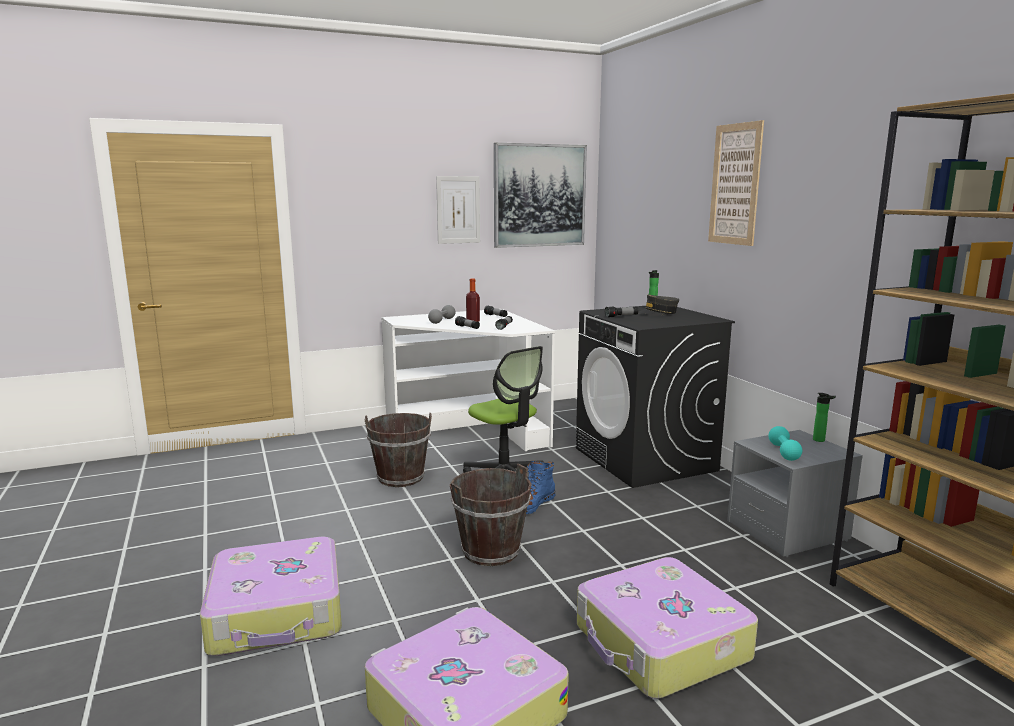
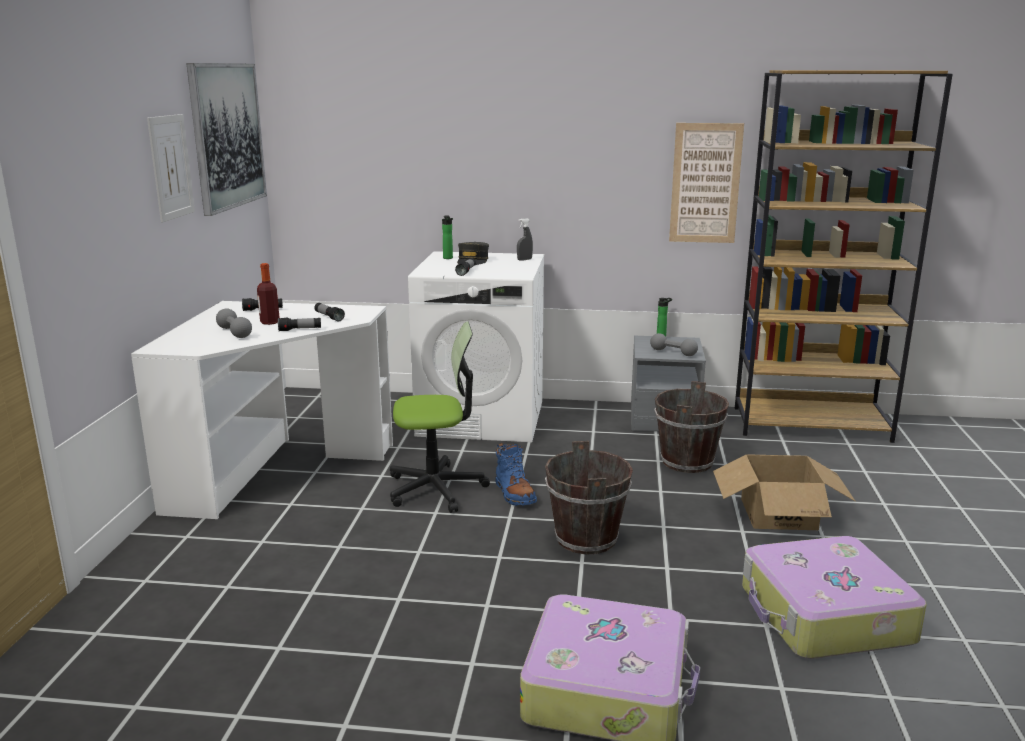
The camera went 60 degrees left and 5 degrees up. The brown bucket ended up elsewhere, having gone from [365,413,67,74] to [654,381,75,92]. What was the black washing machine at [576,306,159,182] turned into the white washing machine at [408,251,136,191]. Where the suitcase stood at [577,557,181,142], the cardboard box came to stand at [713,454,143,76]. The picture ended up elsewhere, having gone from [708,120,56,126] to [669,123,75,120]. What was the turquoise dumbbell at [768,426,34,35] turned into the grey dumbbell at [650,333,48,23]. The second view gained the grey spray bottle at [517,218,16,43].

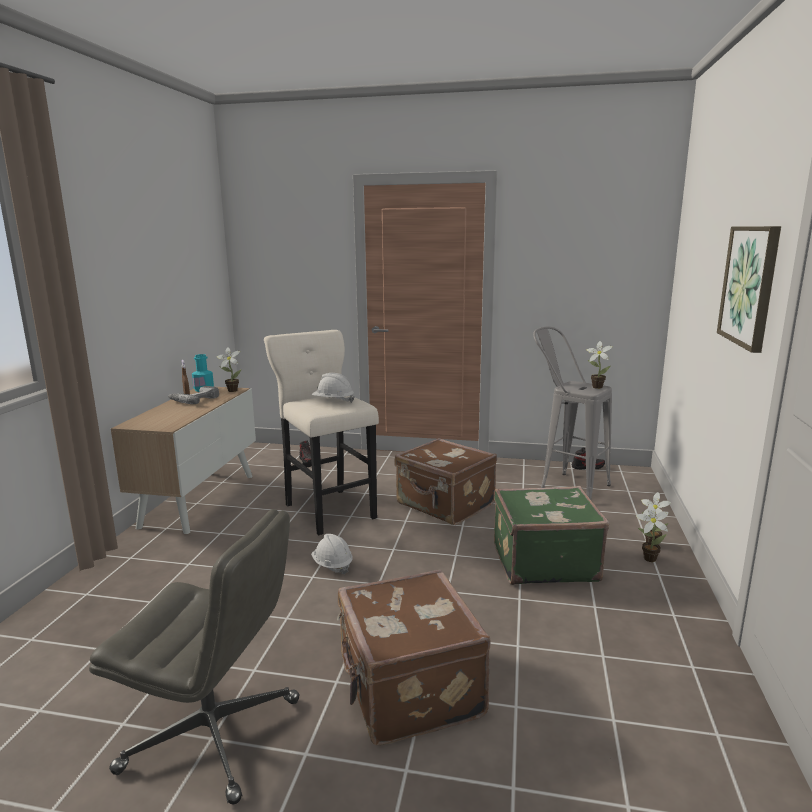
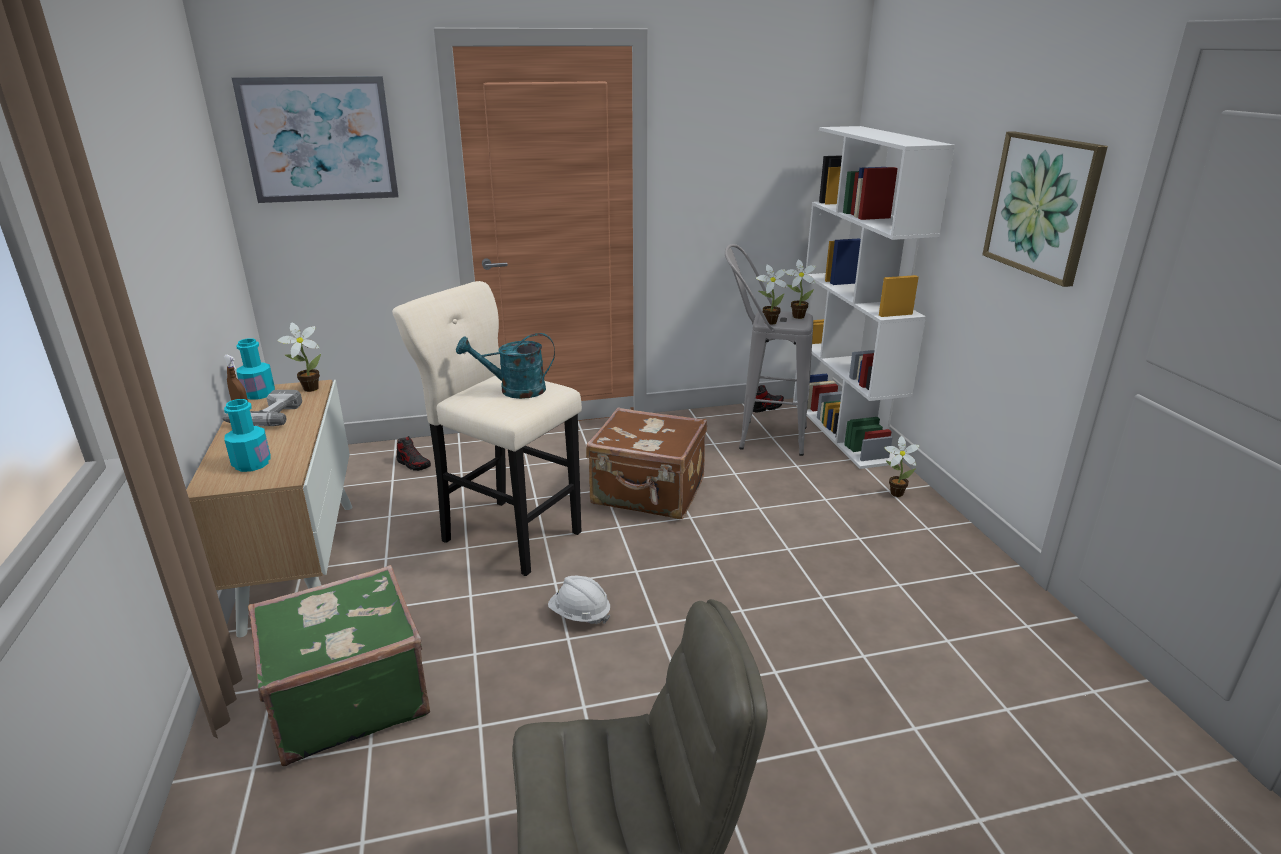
The camera went 25 degrees left and 10 degrees up. Where the white hard hat stood at [312,373,42,30], the turquoise watering can came to stand at [456,333,99,66]. The second view lost the brown suitcase at [337,570,154,176]. The green suitcase ended up elsewhere, having gone from [494,486,115,99] to [248,565,182,201]. The potted plant ended up elsewhere, having gone from [636,504,33,58] to [756,264,32,61]. The second view gained the turquoise bottle at [224,399,46,73]. The second view gained the picture at [232,76,167,127]. The second view gained the white bookcase at [793,126,162,343].

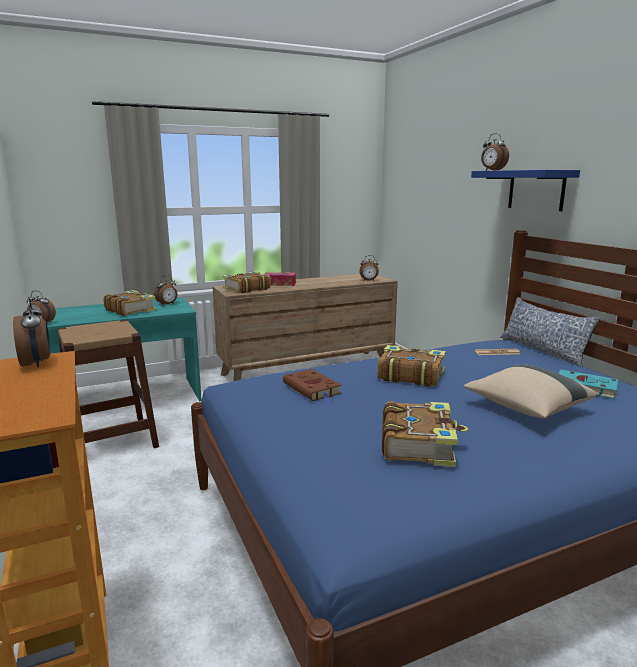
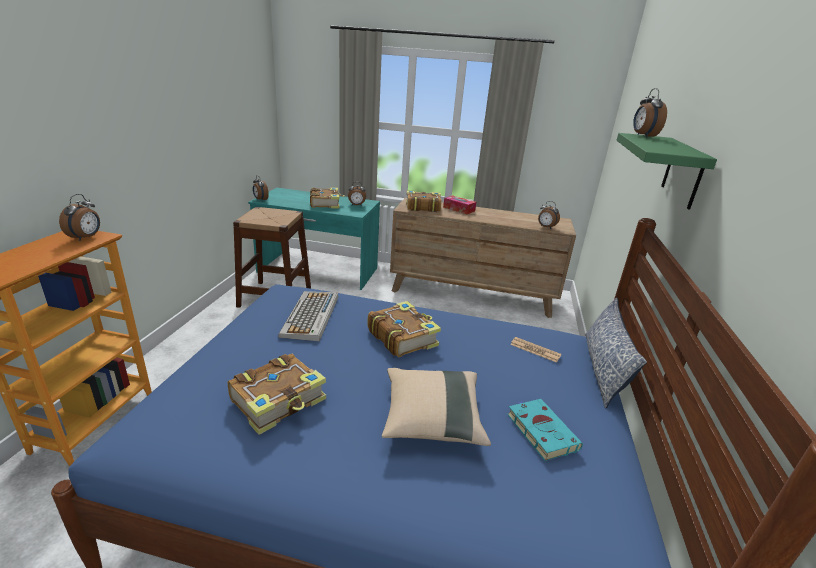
The camera went 35 degrees right and 10 degrees up. Where the brown book stood at [283,369,59,34], the keyboard came to stand at [278,291,60,50]. What was the blue shelf at [471,170,109,41] turned into the green shelf at [616,133,101,76].

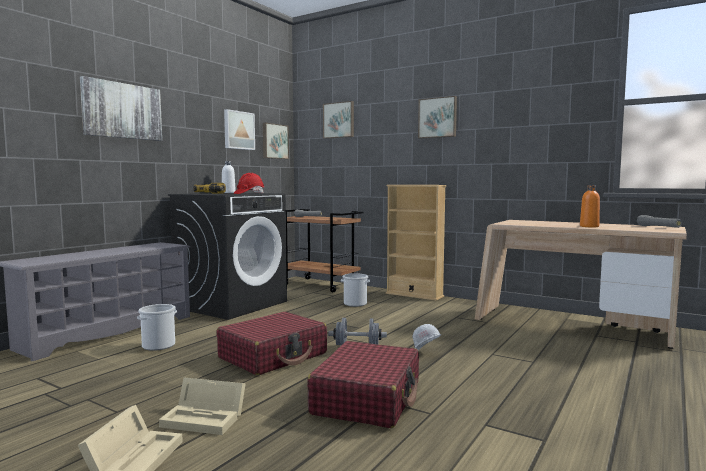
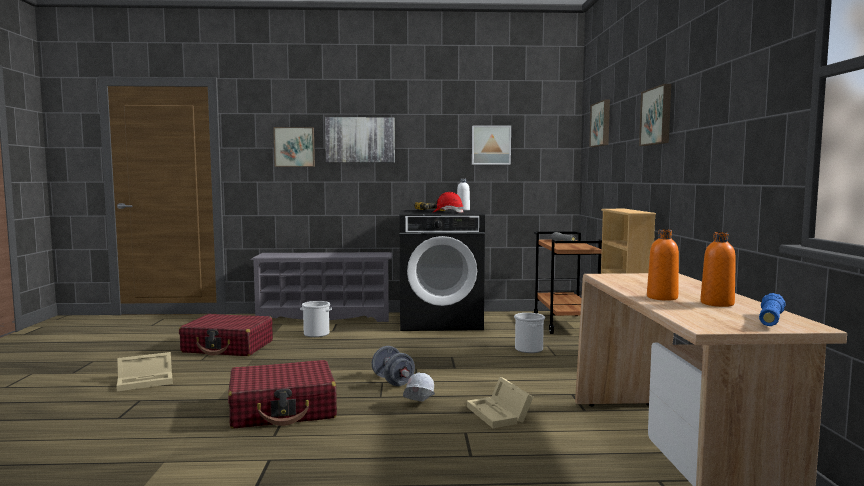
The camera went 55 degrees right and 0 degrees up. The beige storage box ended up elsewhere, having gone from [159,377,87,58] to [467,377,66,51]. The red suitcase ended up elsewhere, having gone from [216,312,111,63] to [179,314,94,42]. The picture ended up elsewhere, having gone from [263,123,26,36] to [273,127,42,40]. What was the grey flashlight at [637,215,45,13] turned into the blue flashlight at [759,293,27,33]. The second view gained the orange bottle at [700,232,36,75].

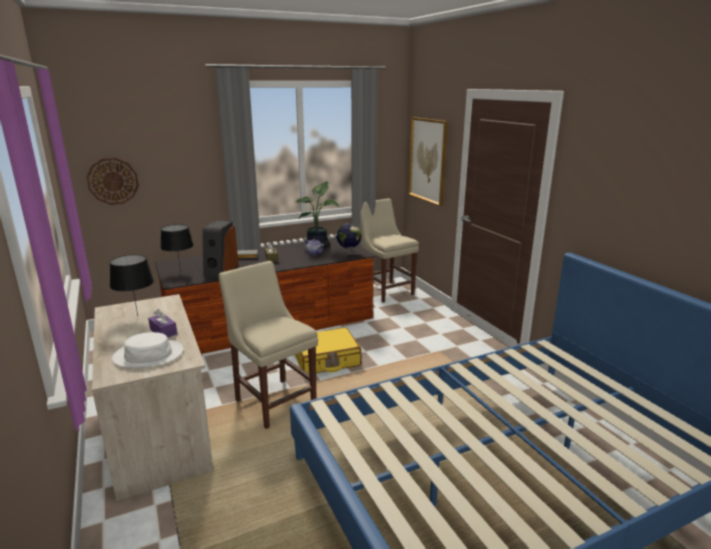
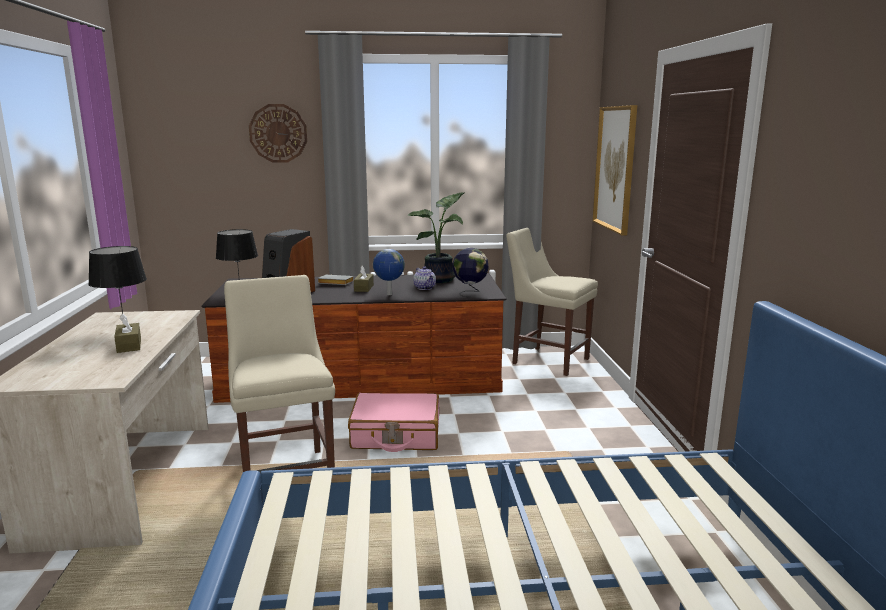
The camera went 20 degrees right and 5 degrees down. The wall clock ended up elsewhere, having gone from [86,158,53,47] to [249,104,58,59]. The second view lost the white hat at [112,332,71,36]. What was the purple tissue box at [148,309,29,29] turned into the brown tissue box at [114,314,27,39]. What was the yellow suitcase at [295,328,66,46] turned into the pink suitcase at [348,393,91,59]. The beige chair at [360,198,59,105] ended up facing another way, 45 degrees counterclockwise from before. The second view gained the globe at [373,249,32,46].

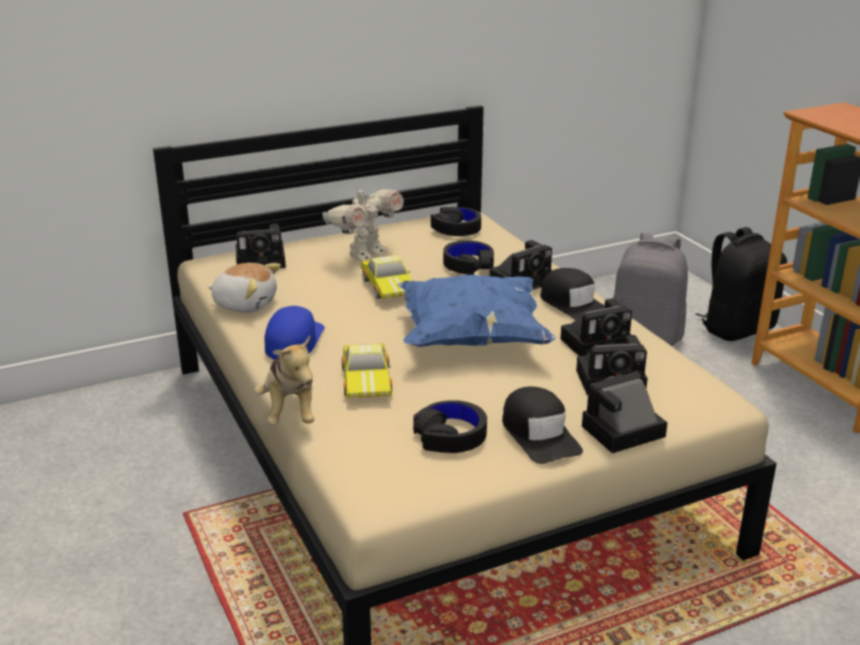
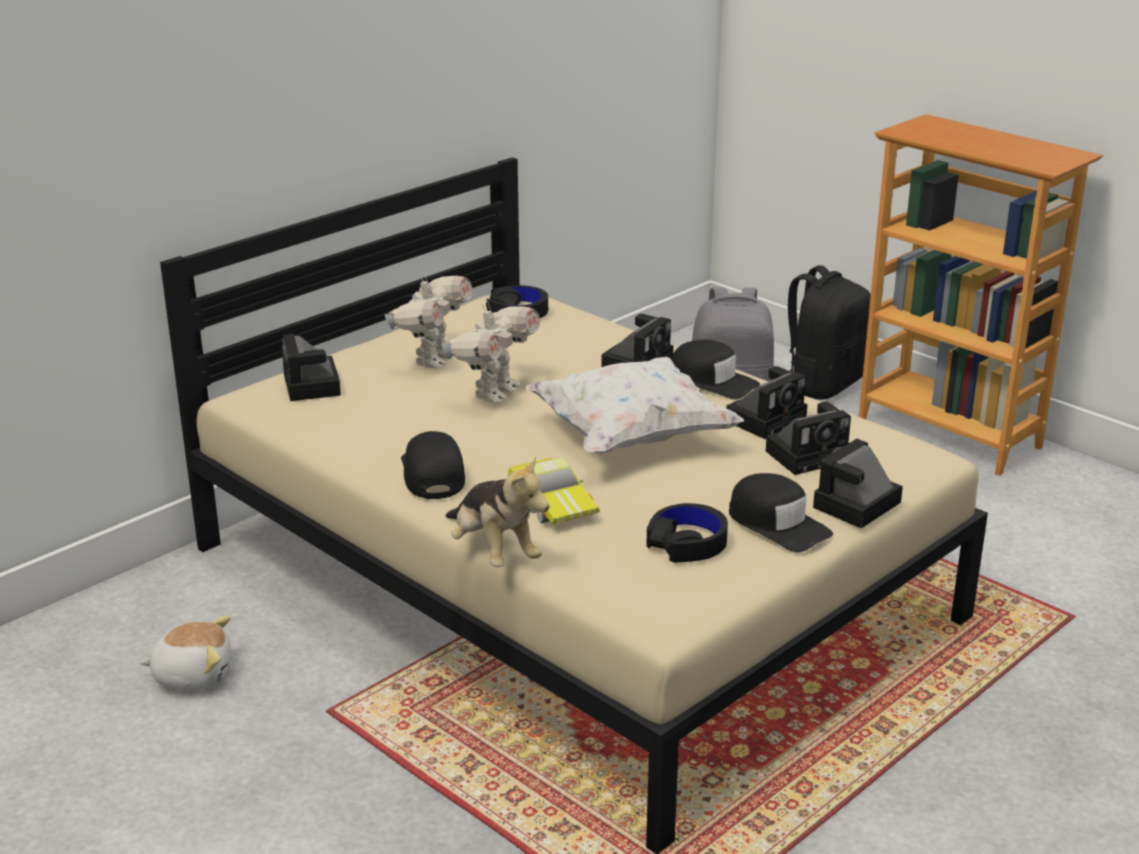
The camera went 20 degrees left and 0 degrees up. The plush toy ended up elsewhere, having gone from [208,263,73,50] to [140,615,91,75]. The photo camera at [236,224,50,44] ended up facing another way, 105 degrees clockwise from before. What was the blue cap at [265,306,60,54] turned into the black cap at [401,431,64,68]. Where the toy car stood at [361,255,52,44], the toy robot came to stand at [442,303,98,100]. What was the blue pillow at [397,275,158,72] turned into the white pillow at [526,357,218,97]. The second view lost the black headphones at [443,240,51,35].

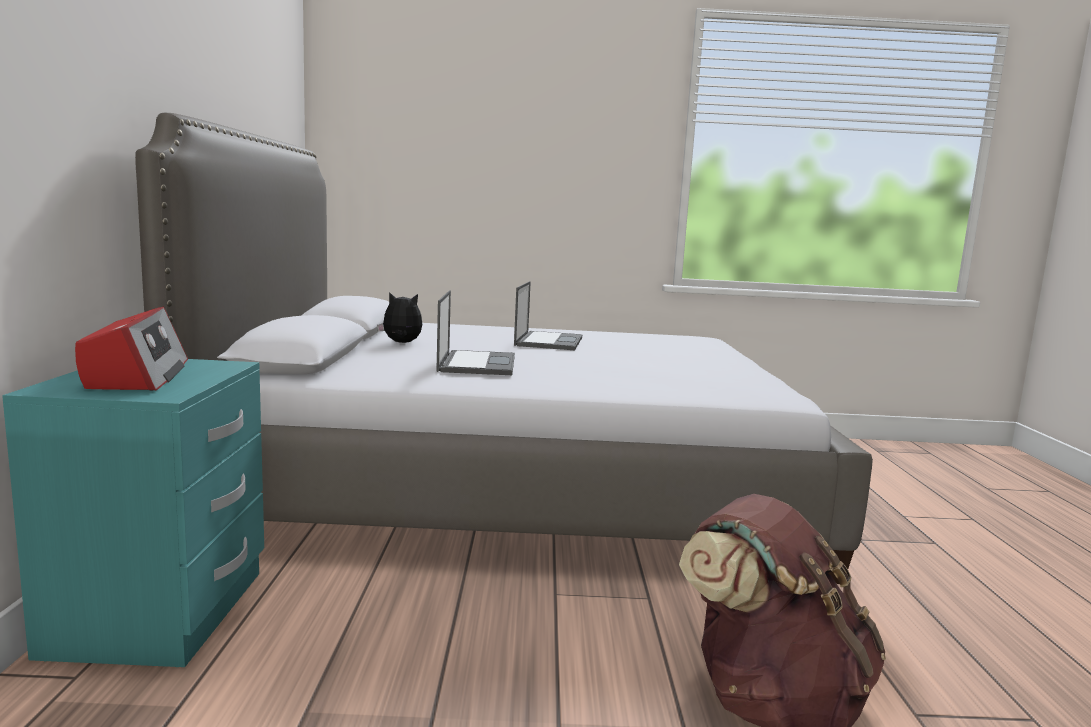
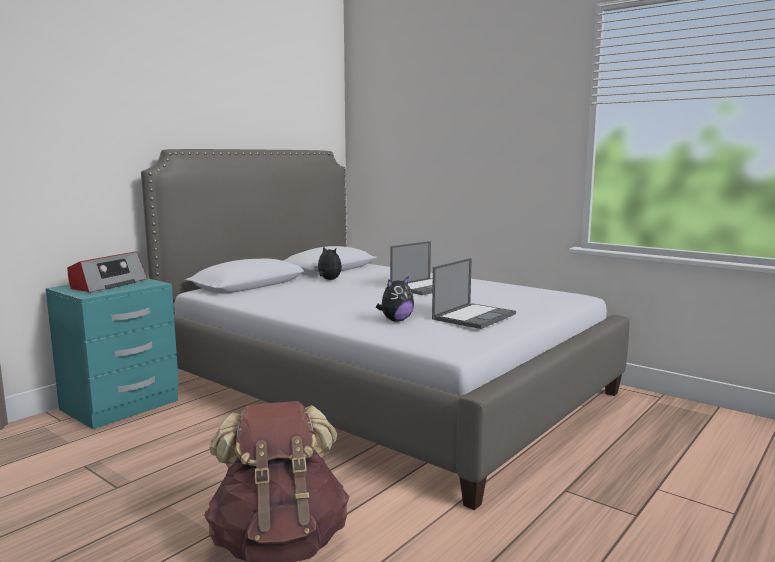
The camera went 40 degrees right and 0 degrees up. The laptop ended up elsewhere, having gone from [436,290,79,85] to [432,258,84,71]. The second view gained the plush toy at [376,276,38,46].

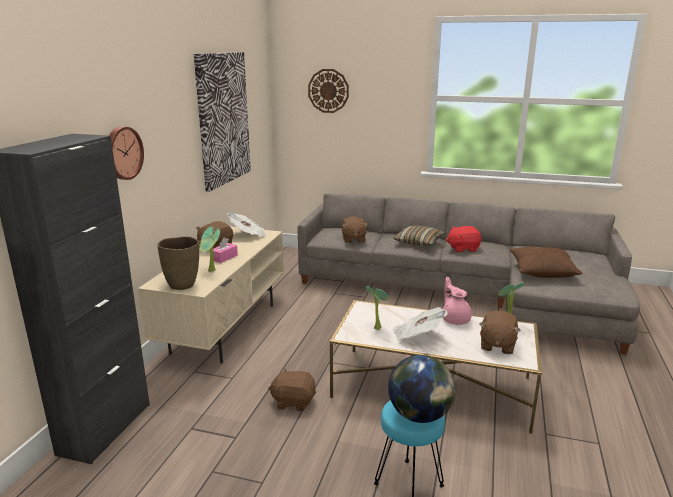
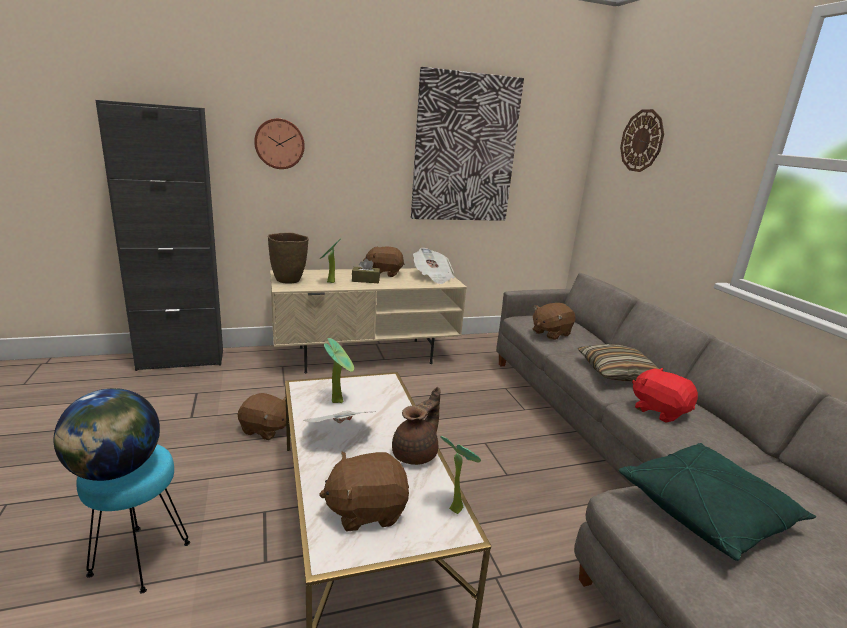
The camera went 55 degrees right and 0 degrees up. What was the pink tissue box at [213,238,25,25] turned into the brown tissue box at [352,259,28,24]. The brown plush toy at [268,368,48,43] ended up facing another way, 135 degrees clockwise from before. What was the pink teapot at [443,277,29,48] turned into the brown teapot at [392,387,49,78]. What was the brown pillow at [510,247,72,31] turned into the green pillow at [619,443,197,118].

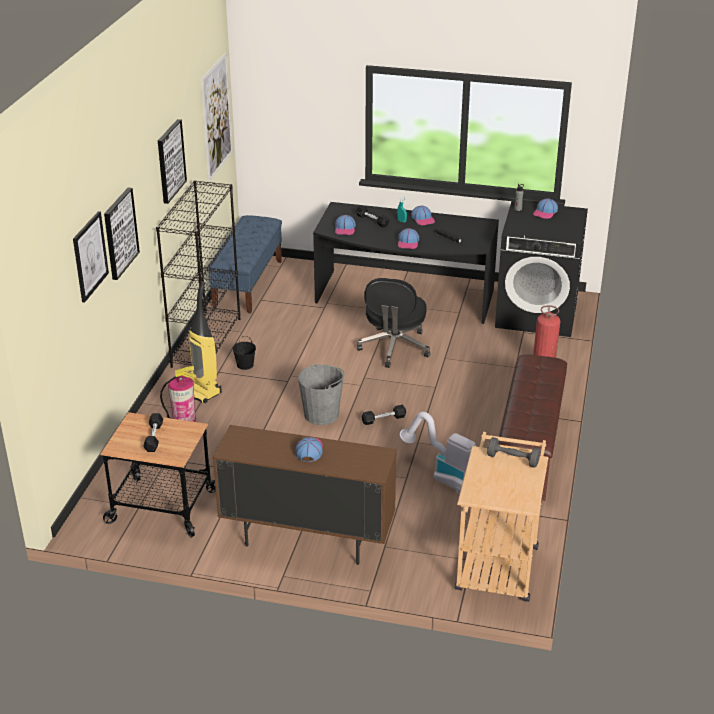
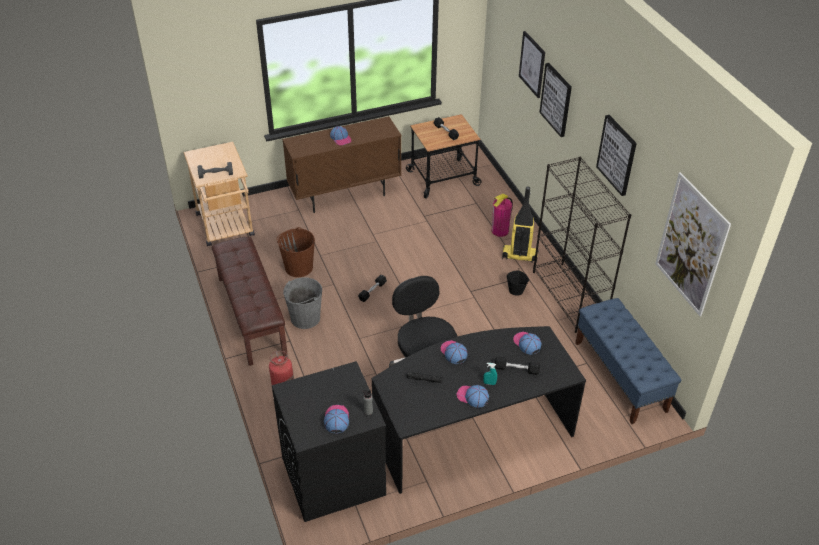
The camera went 145 degrees right and 10 degrees up. The grey bucket ended up elsewhere, having gone from [298,363,47,62] to [283,277,39,52]. Where the vacuum cleaner stood at [400,412,76,82], the brown bucket came to stand at [277,227,38,50].

